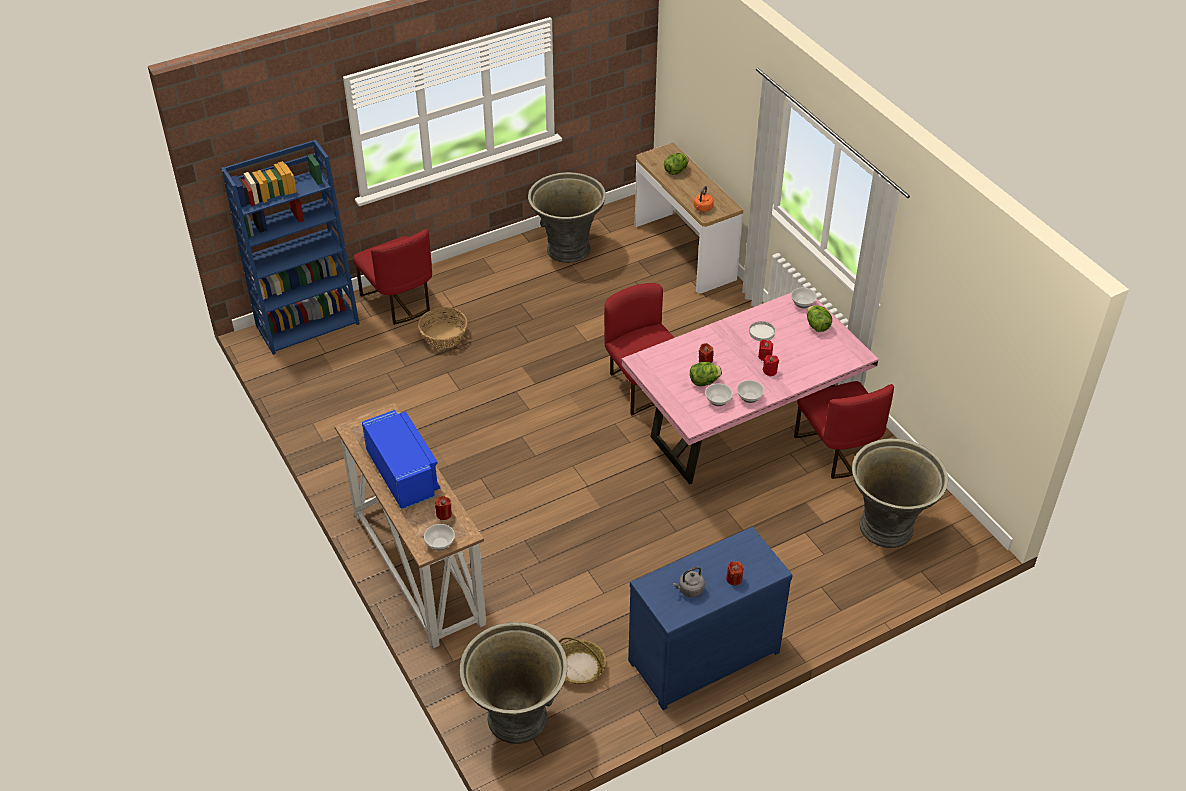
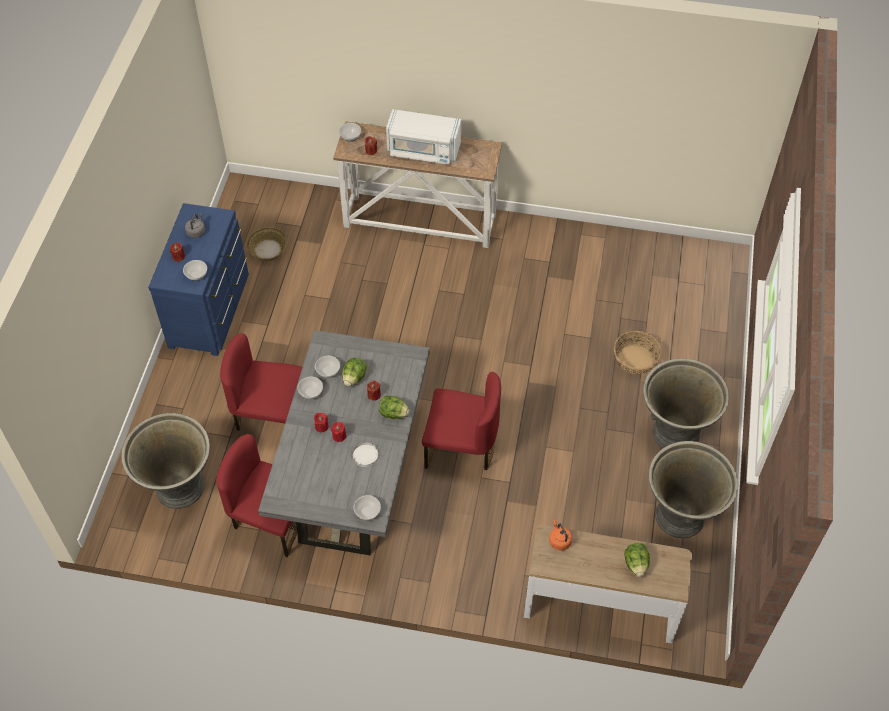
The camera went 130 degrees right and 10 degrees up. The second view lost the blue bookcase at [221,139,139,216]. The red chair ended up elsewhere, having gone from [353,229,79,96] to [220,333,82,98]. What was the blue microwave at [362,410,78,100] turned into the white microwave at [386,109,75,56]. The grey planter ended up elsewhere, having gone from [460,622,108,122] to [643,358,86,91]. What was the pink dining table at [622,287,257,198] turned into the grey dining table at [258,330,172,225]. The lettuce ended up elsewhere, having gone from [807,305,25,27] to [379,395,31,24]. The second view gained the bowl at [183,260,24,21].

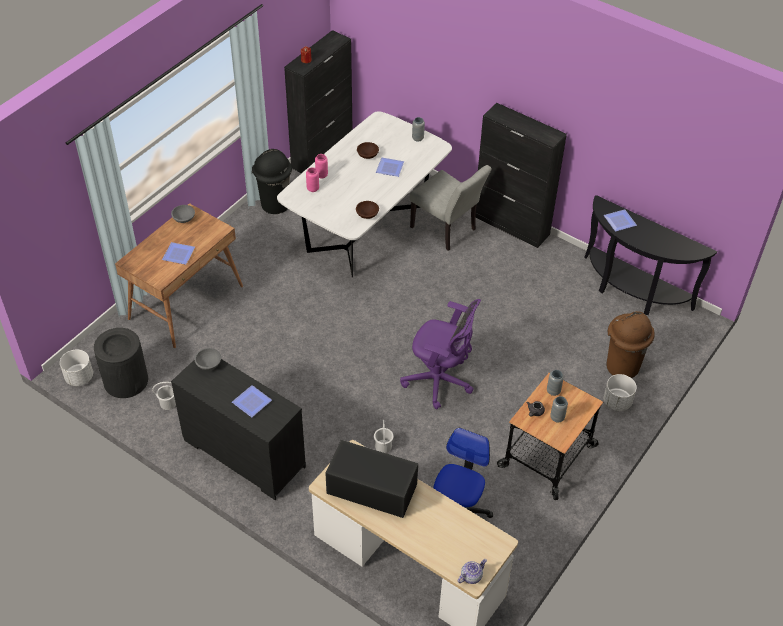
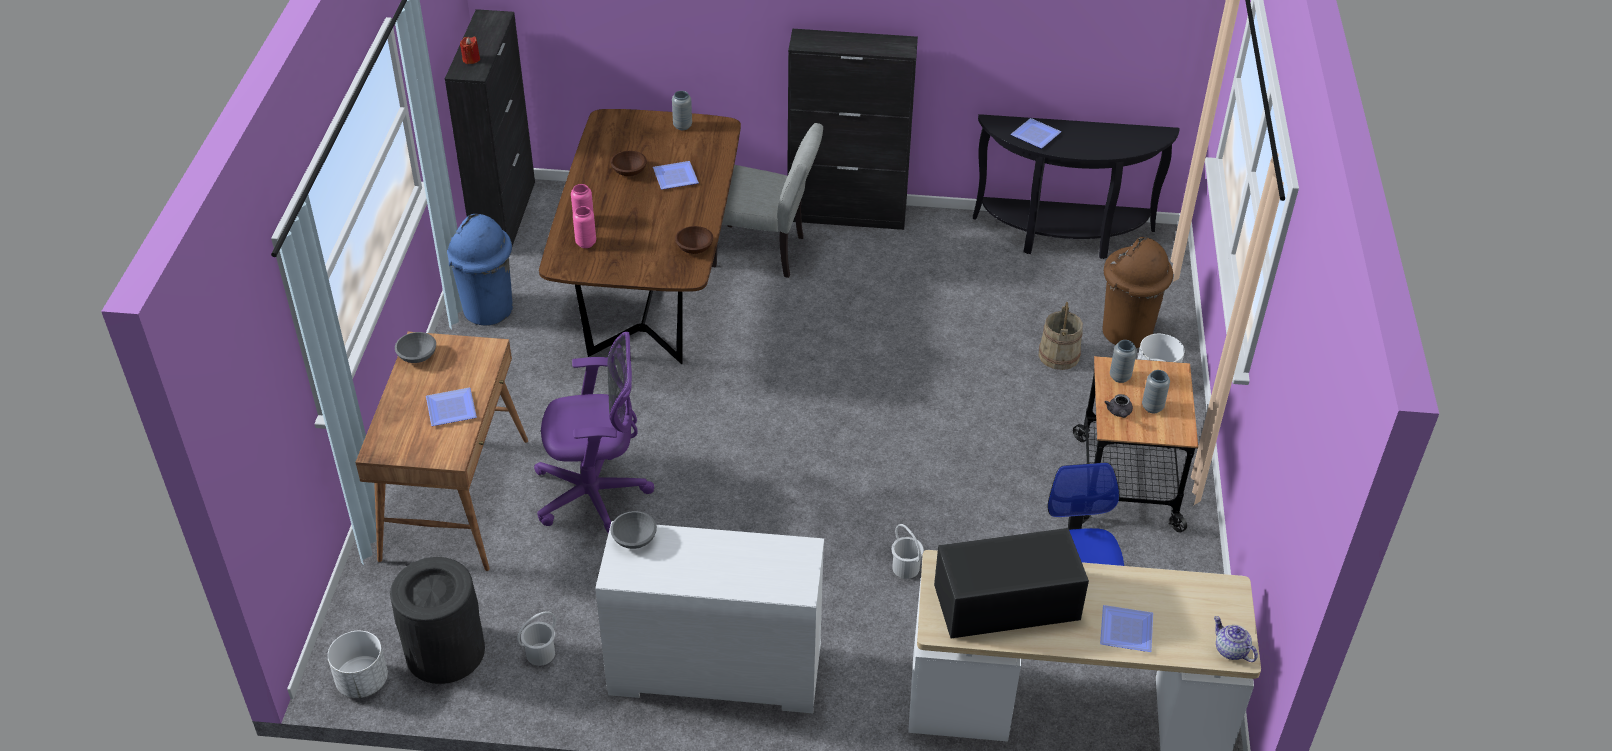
The camera went 30 degrees left and 5 degrees down. What was the black dresser at [171,359,135,141] turned into the white dresser at [595,521,229,192]. The plate ended up elsewhere, having gone from [232,385,40,32] to [1100,605,53,47]. What was the black trash can at [252,149,40,65] turned into the blue trash can at [447,214,66,111]. What was the white dining table at [277,111,175,166] turned into the brown dining table at [539,109,202,255]. The purple office chair ended up elsewhere, having gone from [400,299,81,110] to [534,332,120,201]. The teapot at [458,559,29,25] ended up facing another way, 60 degrees counterclockwise from before. The second view gained the beige bucket at [1039,302,44,68].

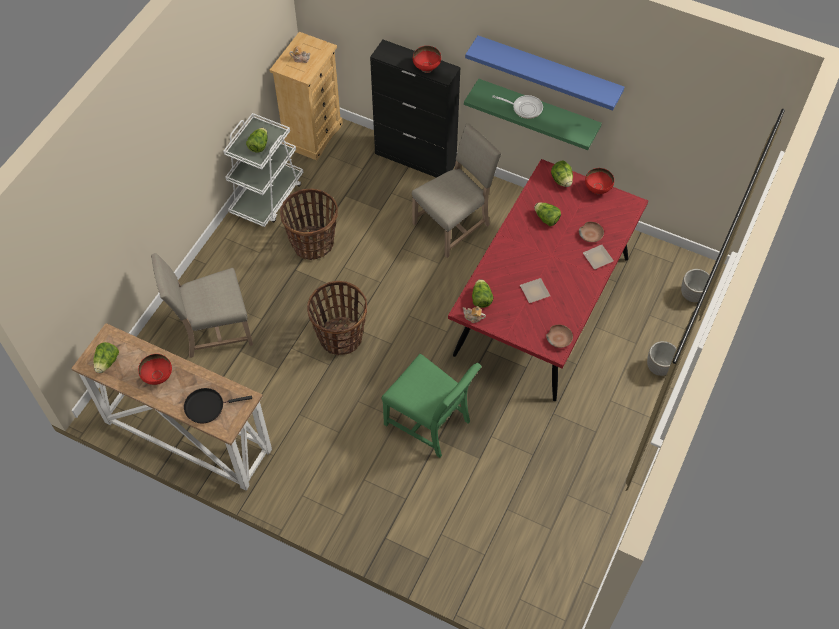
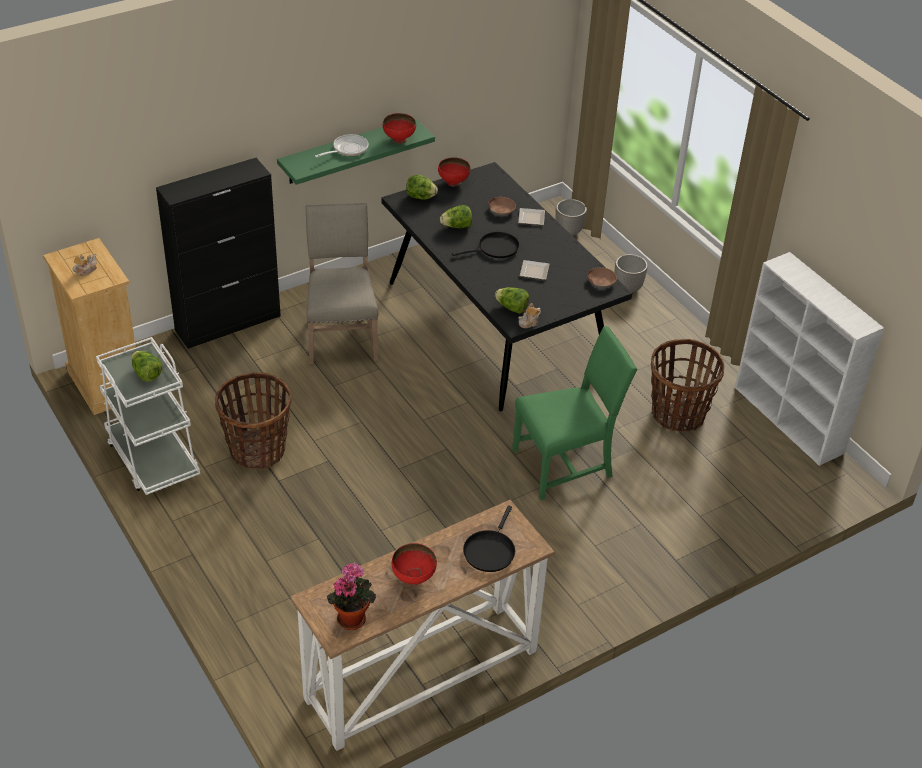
The camera went 60 degrees left and 15 degrees down. Where the lettuce stood at [94,342,25,31], the potted plant came to stand at [327,562,49,68]. The second view lost the beige chair at [151,253,102,105]. The basket ended up elsewhere, having gone from [307,281,60,74] to [651,339,74,93]. The red bowl ended up elsewhere, having gone from [413,46,28,27] to [383,113,33,31]. What was the red dining table at [448,159,200,242] turned into the black dining table at [382,162,250,249]. The second view lost the blue shelf at [465,35,160,76]. The second view gained the black frying pan at [452,232,67,26]. The second view gained the white bookcase at [735,252,149,214].

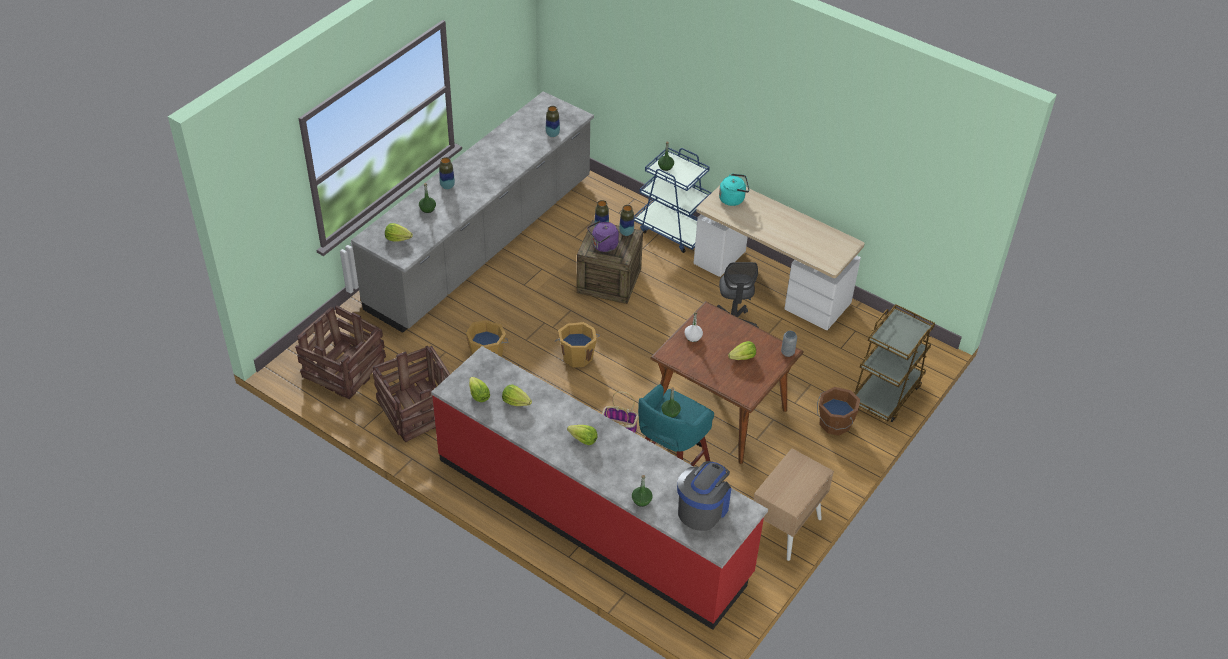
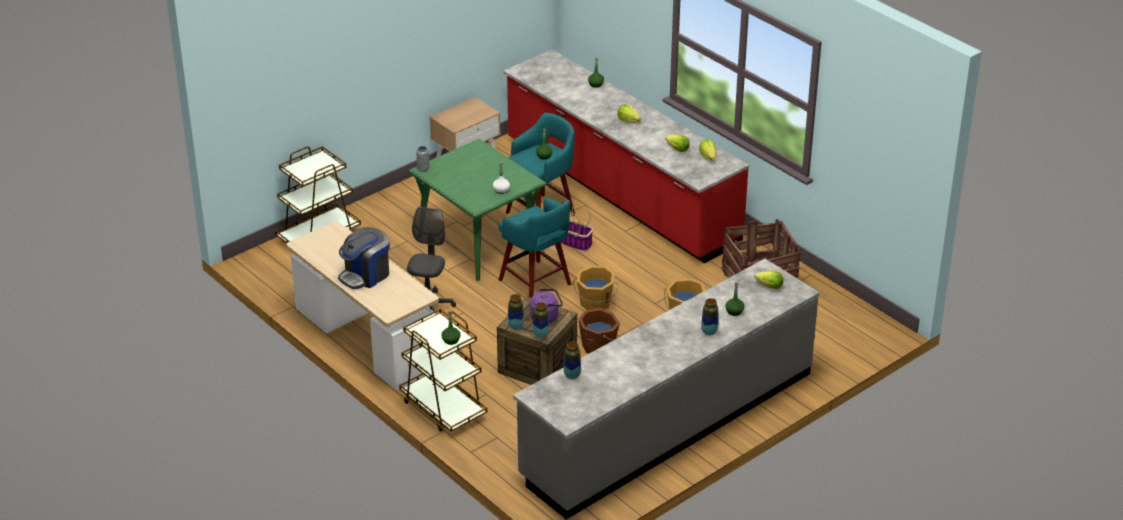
The camera went 165 degrees left and 10 degrees down. The second view lost the crate at [295,305,91,95]. What was the blue cart at [634,147,78,106] turned into the brown cart at [399,309,88,123]. What was the brown dining table at [651,301,153,163] turned into the green dining table at [408,139,139,142]. The coffee machine ended up elsewhere, having gone from [677,461,54,70] to [338,227,52,62]. The second view lost the turquoise kettle at [719,174,31,32]. The second view lost the lettuce at [728,341,28,19]. The brown bucket ended up elsewhere, having gone from [817,387,43,49] to [578,308,42,46]. The second view gained the turquoise stool at [499,197,72,101].

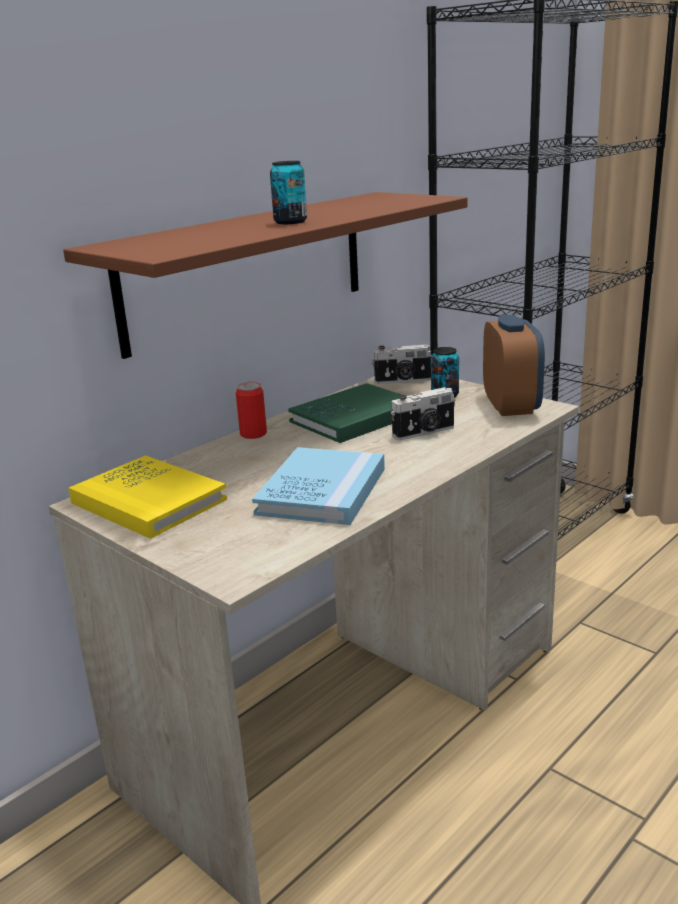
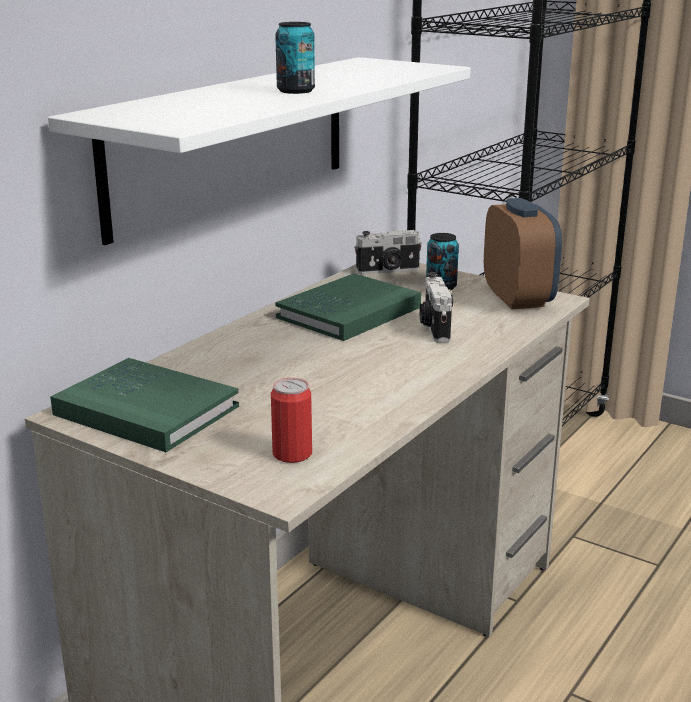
The camera went 10 degrees left and 0 degrees up. What was the brown shelf at [63,192,405,167] turned into the white shelf at [48,57,423,188]. What was the yellow book at [68,455,159,84] turned into the green book at [50,358,189,94]. The can ended up elsewhere, having gone from [236,382,31,57] to [271,378,41,85]. The second view lost the blue book at [252,447,133,78]. The photo camera at [391,387,64,53] ended up facing another way, 120 degrees clockwise from before.

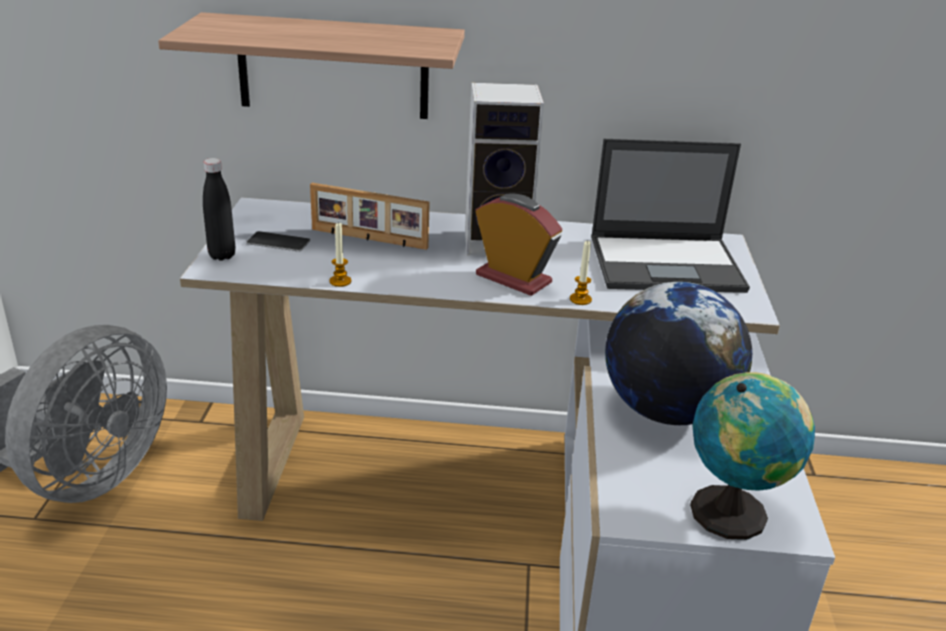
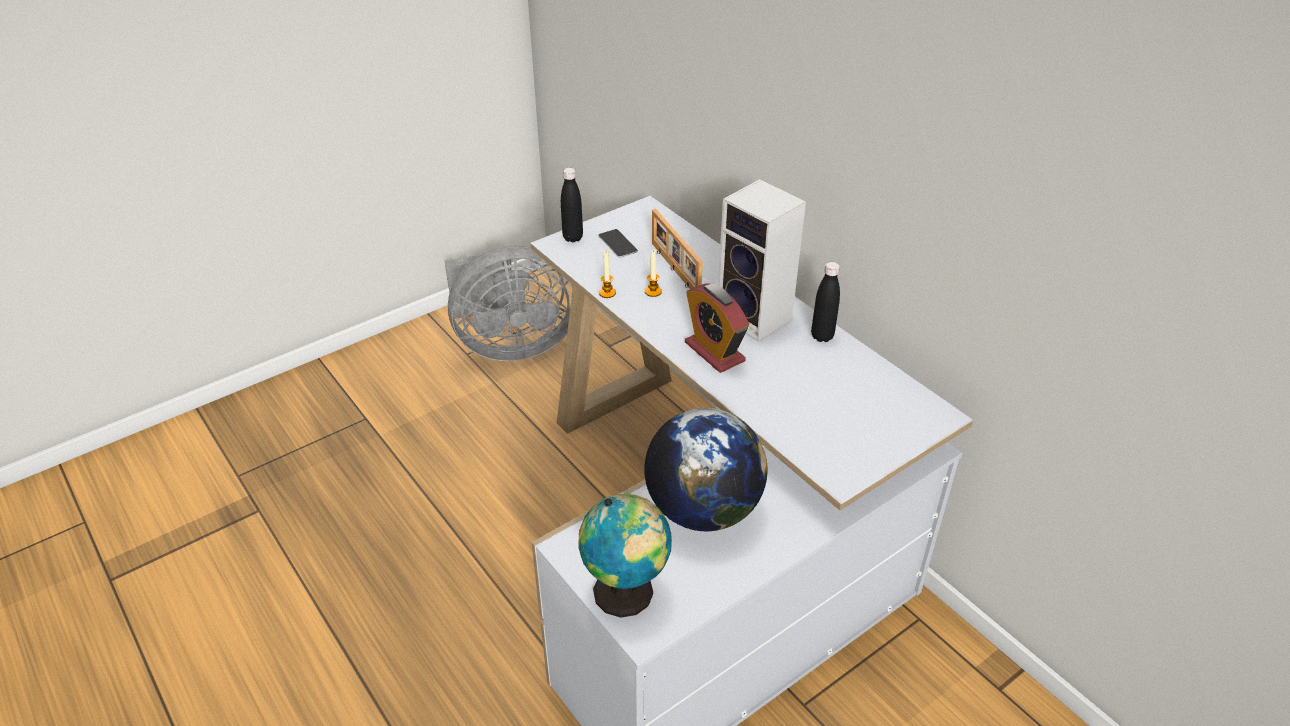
The camera went 50 degrees right and 10 degrees up. The second view lost the shelf at [158,12,307,107]. The alarm clock at [475,193,87,103] ended up facing another way, 150 degrees clockwise from before. The candle ended up elsewhere, having gone from [570,241,22,64] to [645,249,17,48]. The second view lost the laptop at [591,139,159,154]. The second view gained the black bottle at [811,262,29,80].

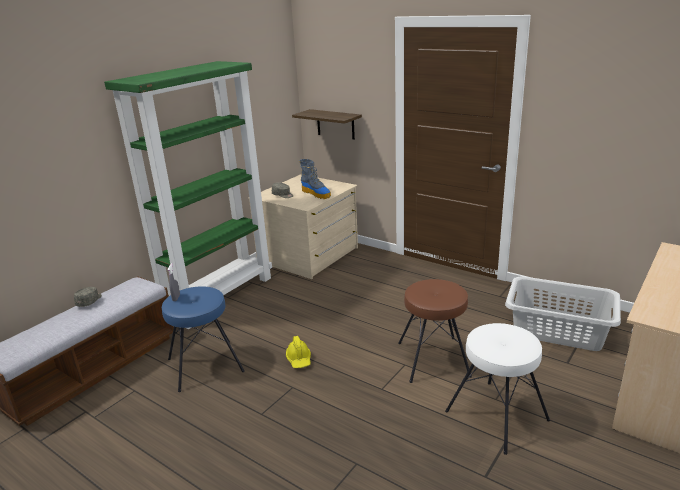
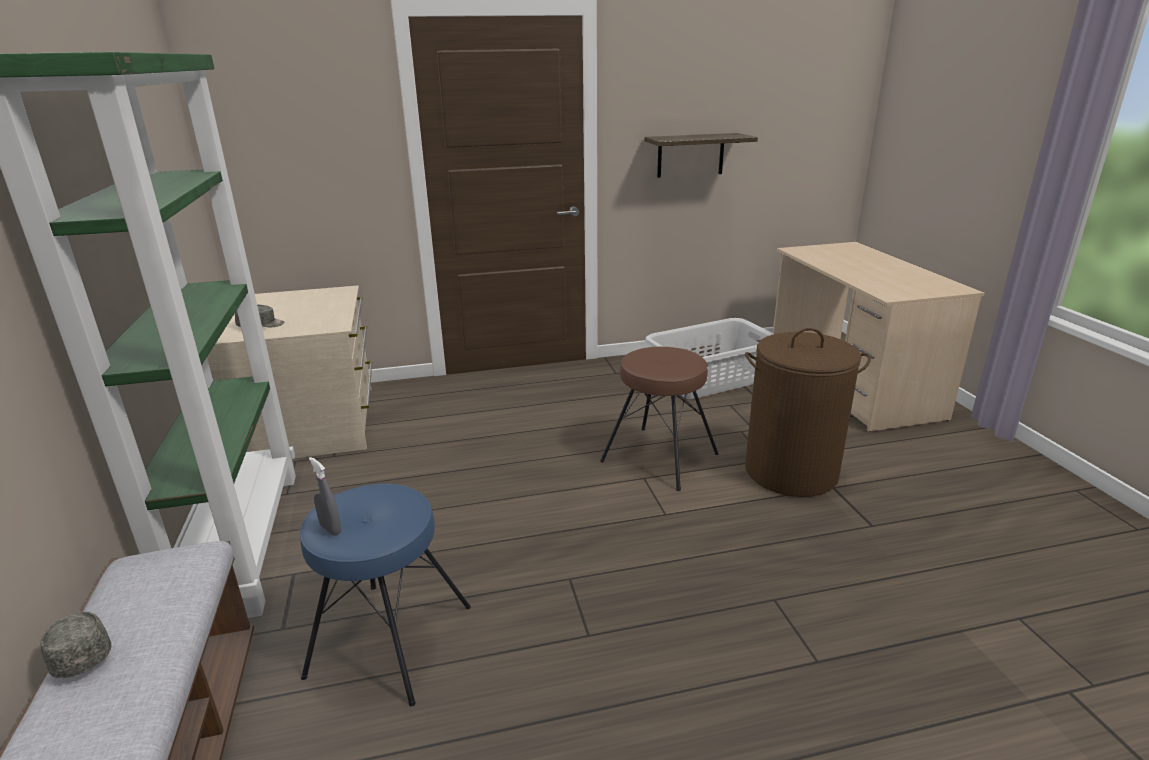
The camera went 50 degrees left and 0 degrees up. The second view lost the yellow hard hat at [286,336,25,32]. The shelf ended up elsewhere, having gone from [292,109,70,31] to [644,133,114,45]. The second view lost the boot at [299,159,32,40]. Where the white stool stood at [445,323,105,132], the brown laundry basket came to stand at [745,328,126,169].

